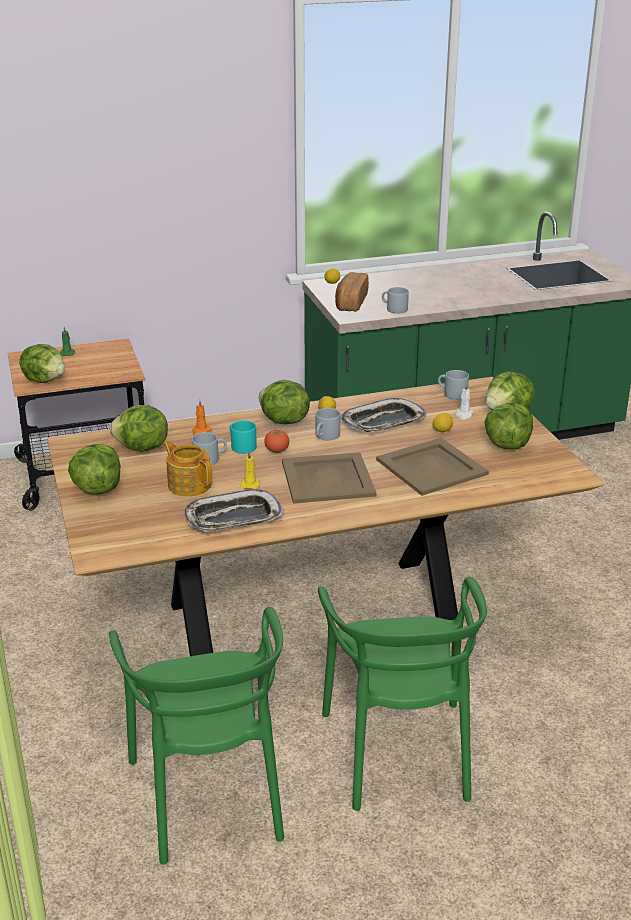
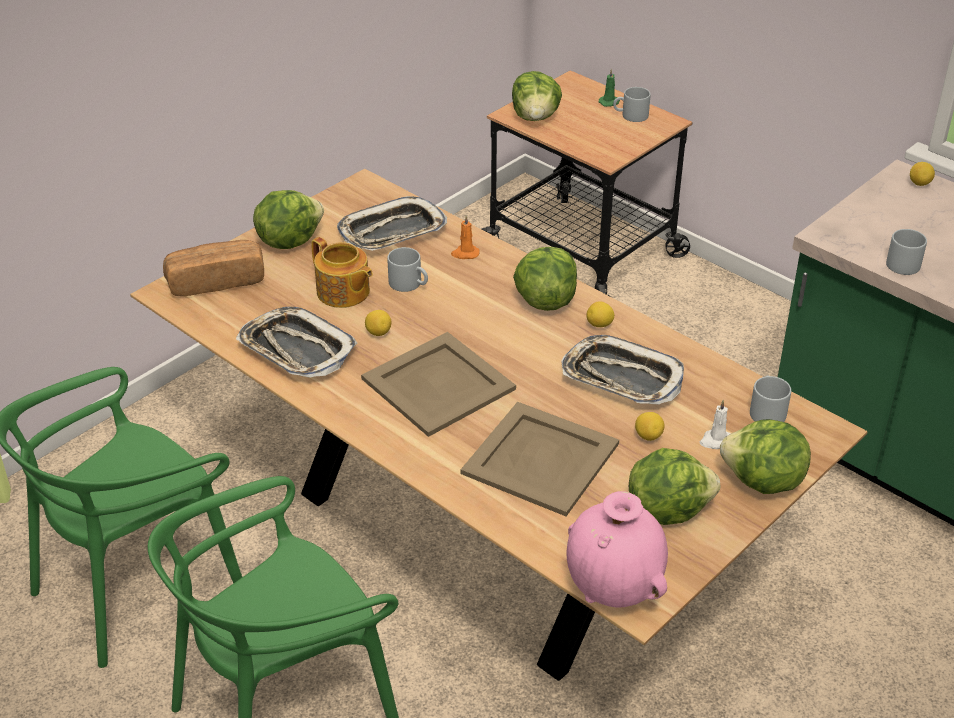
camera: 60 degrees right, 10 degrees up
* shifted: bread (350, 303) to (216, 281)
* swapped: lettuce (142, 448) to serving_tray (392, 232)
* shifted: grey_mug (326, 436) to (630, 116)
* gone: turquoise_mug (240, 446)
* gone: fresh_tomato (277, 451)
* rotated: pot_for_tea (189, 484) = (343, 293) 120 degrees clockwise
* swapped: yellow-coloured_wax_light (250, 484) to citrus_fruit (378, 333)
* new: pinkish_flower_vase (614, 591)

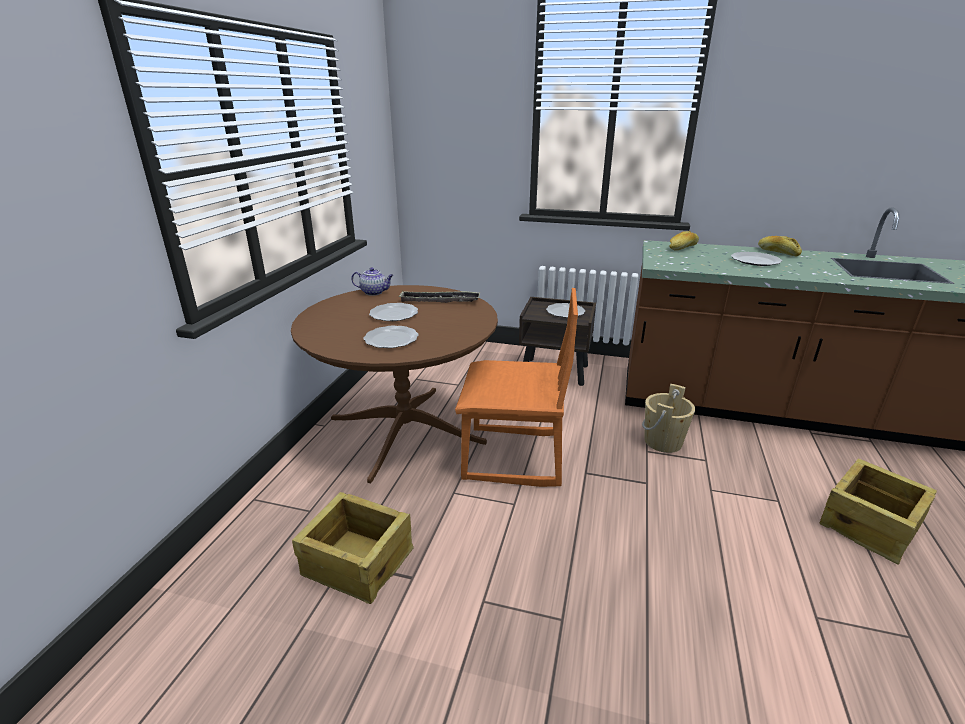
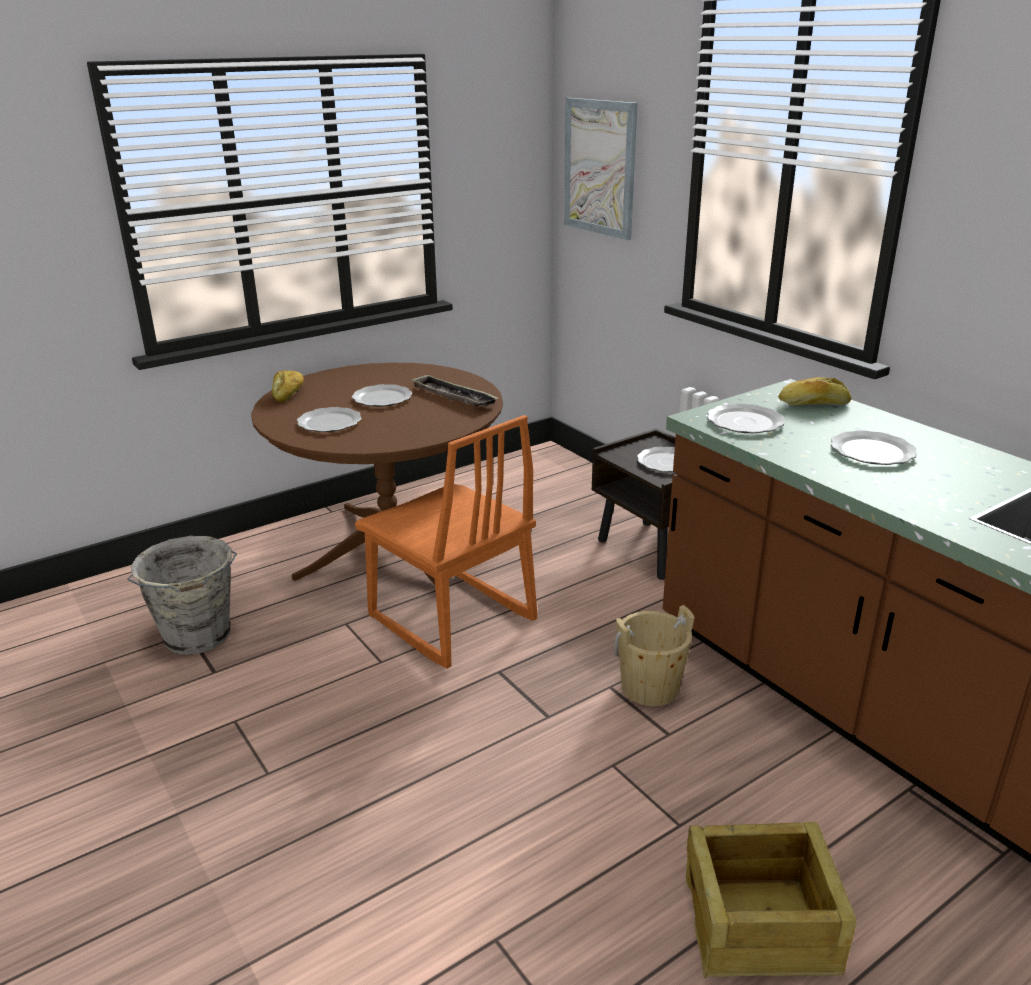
camera: 40 degrees right, 0 degrees up
* shifted: bread (777, 252) to (289, 394)
* gone: pot_for_tea (374, 292)
* swapped: crate (357, 561) to grey_bucket (198, 637)
* new: wall_art (599, 167)
* new: flat_dish (743, 422)

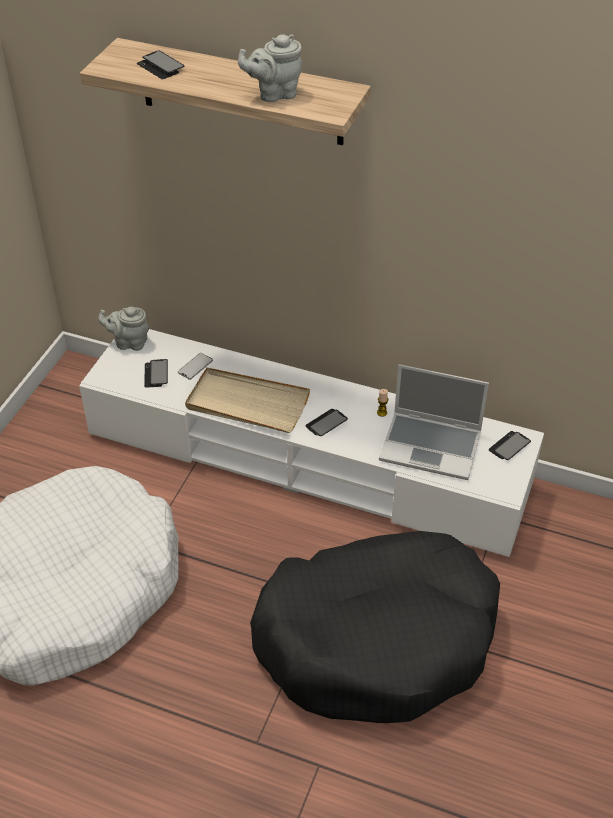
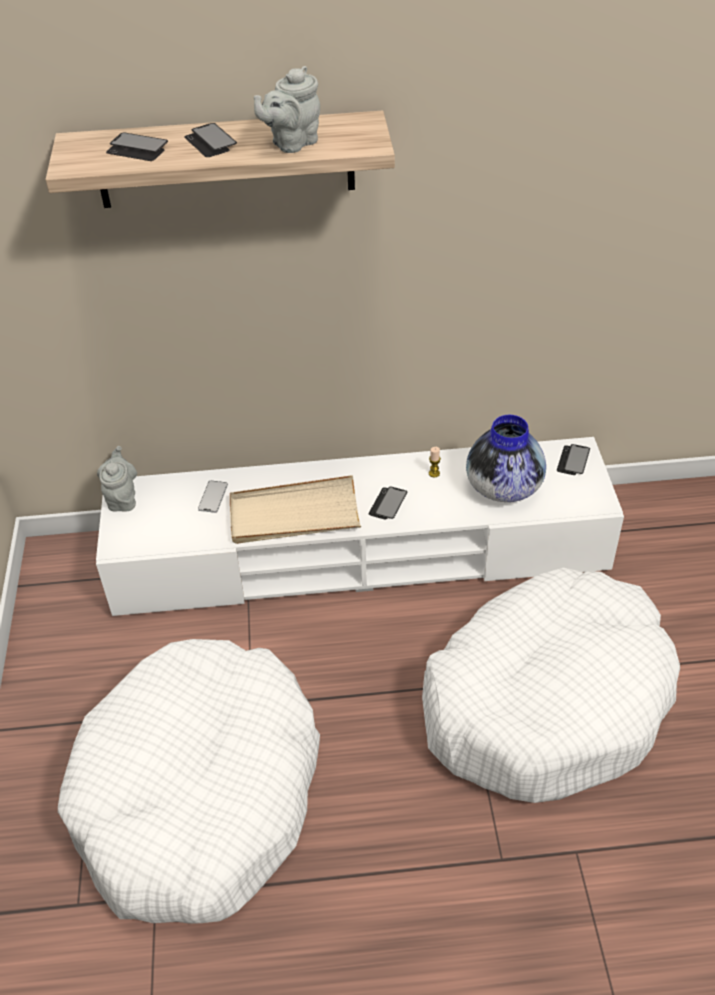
camera: 25 degrees left, 0 degrees up
* rotated: grey_pot_for_tea (129, 342) = (122, 498) 105 degrees clockwise
* shifted: handset (156, 374) to (210, 142)
* swapped: laptop (432, 446) to flower_vase (503, 487)
* repainted: black-coloured_pet_bed (377, 639) to white-coloured_pet_bed (546, 700)

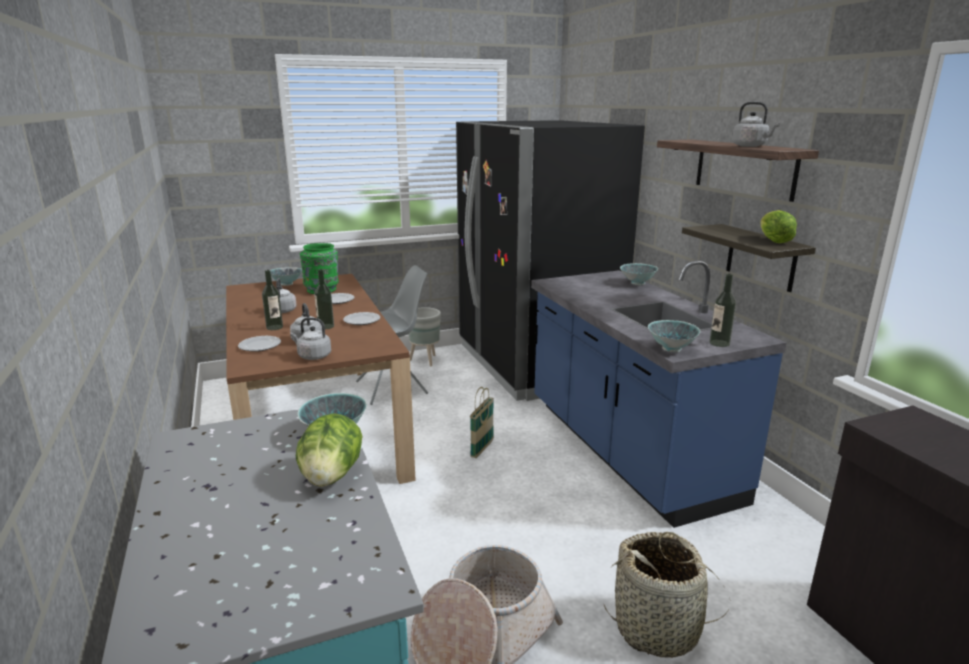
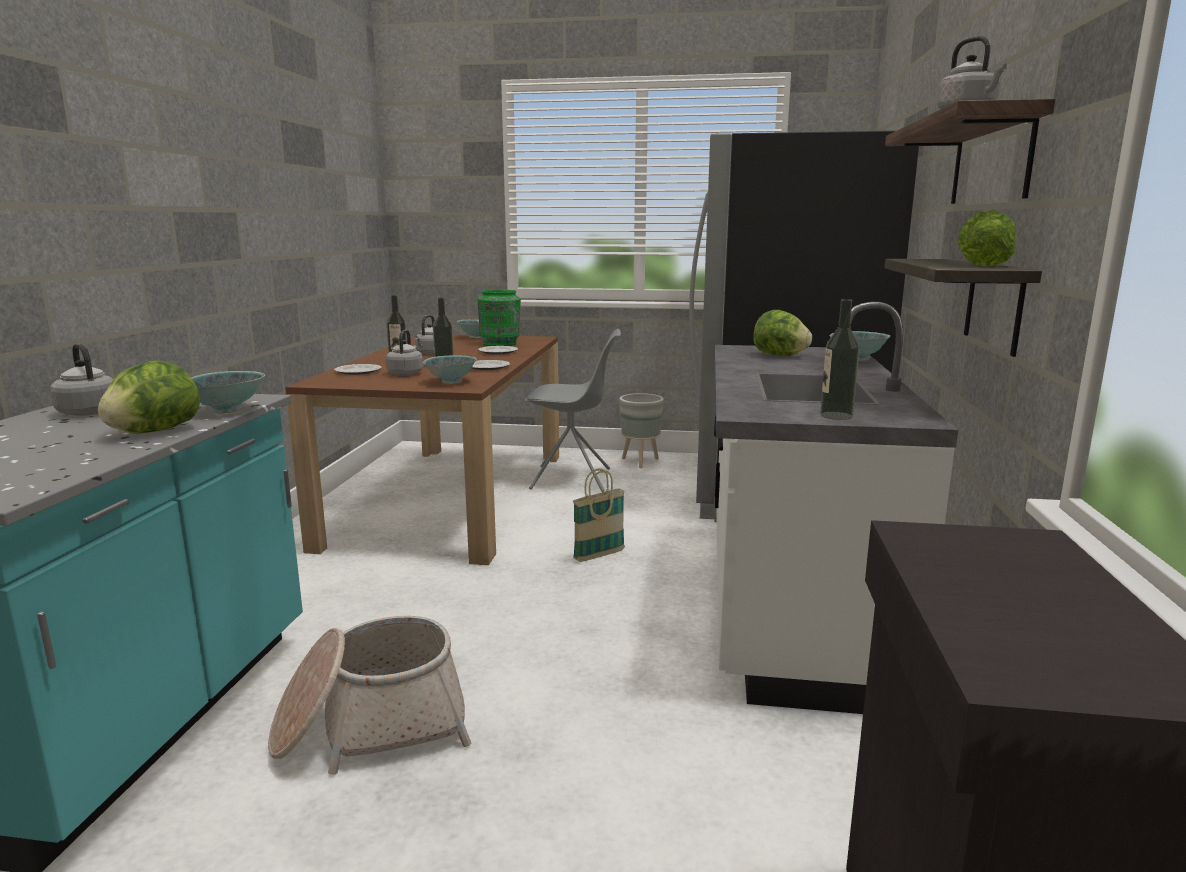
camera: 30 degrees right, 5 degrees down
* repainted: blue-coloured_kitchen_counter (626, 450) to white-coloured_kitchen_counter (788, 603)
* shifted: grey_tea_kettle (313, 356) to (87, 412)
* shifted: serving_bowl (671, 349) to (451, 382)
* gone: household_basket (658, 628)
* new: lettuce (779, 355)

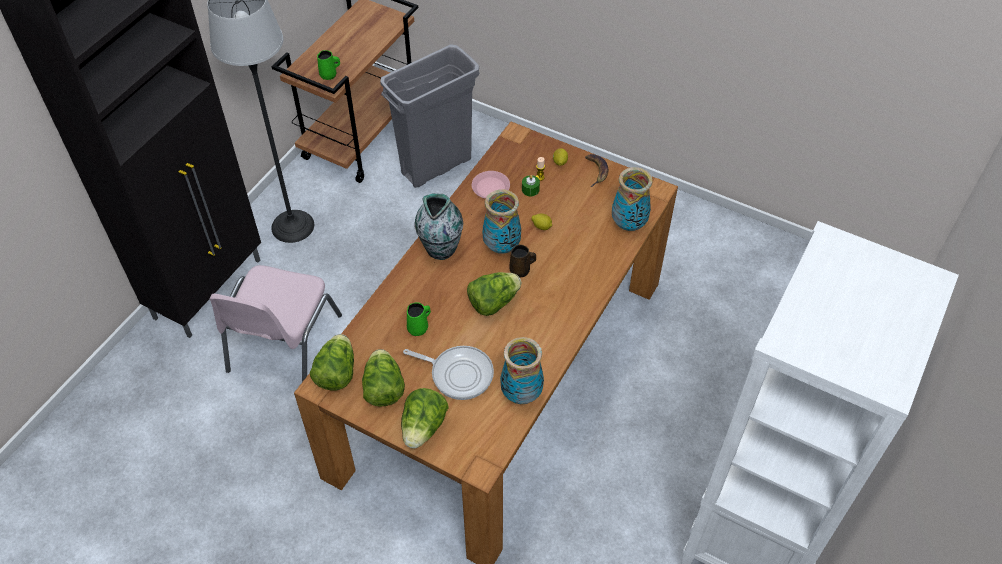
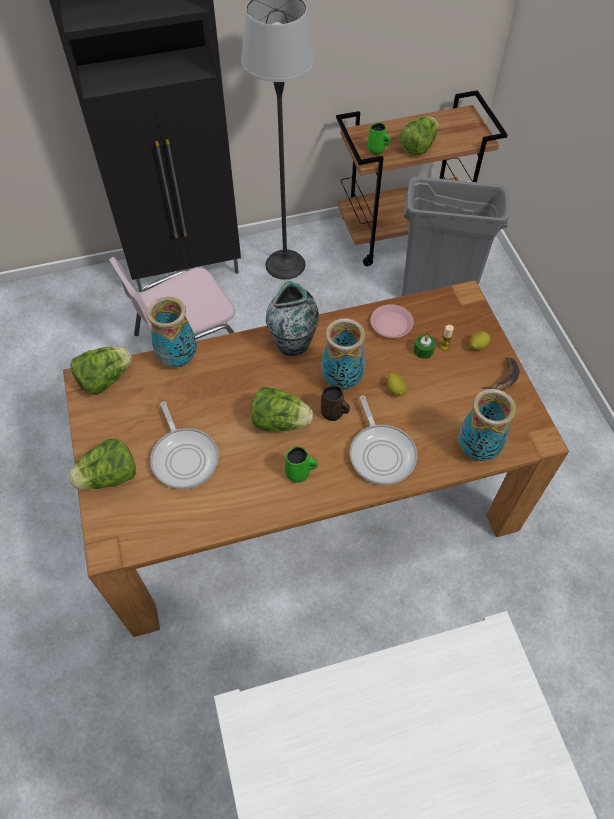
camera: 45 degrees right, 5 degrees up
* shifted: greenish_mug (418, 328) to (299, 473)
* shifted: flower_vase (521, 393) to (178, 358)
* shifted: lettuce (383, 388) to (418, 147)
* new: skillet (381, 453)

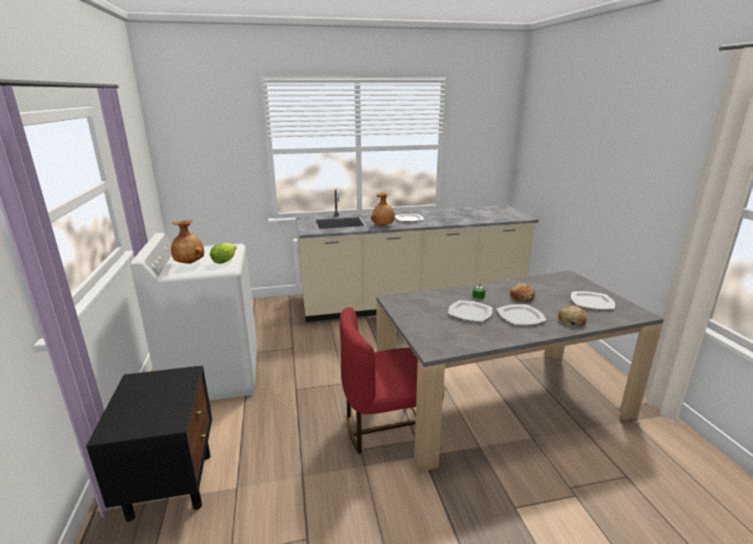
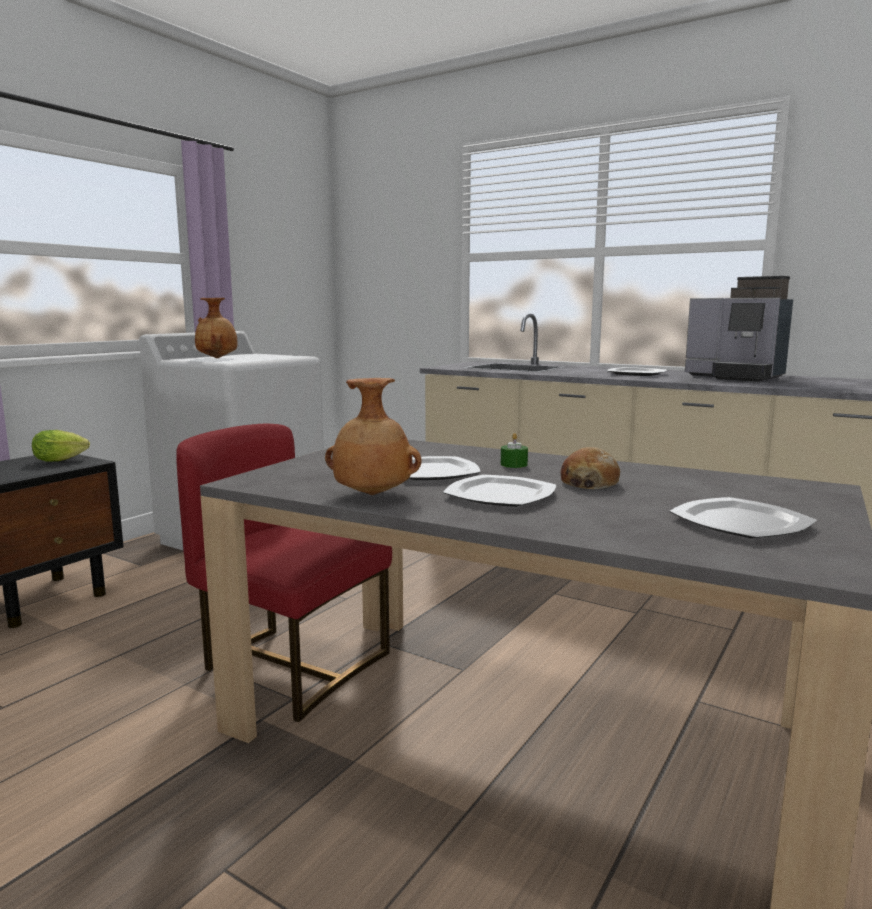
camera: 45 degrees right, 10 degrees down
* shifted: brownish_flower_vase (383, 226) to (372, 495)
* shifted: lettuce (225, 260) to (63, 460)
* gone: bread (571, 321)
* new: coffee_maker (736, 377)

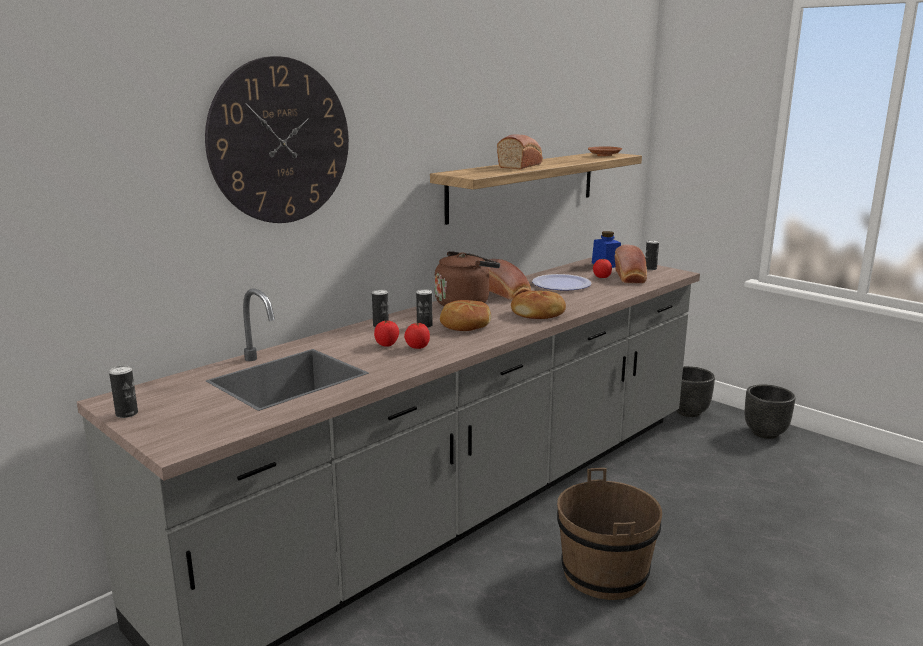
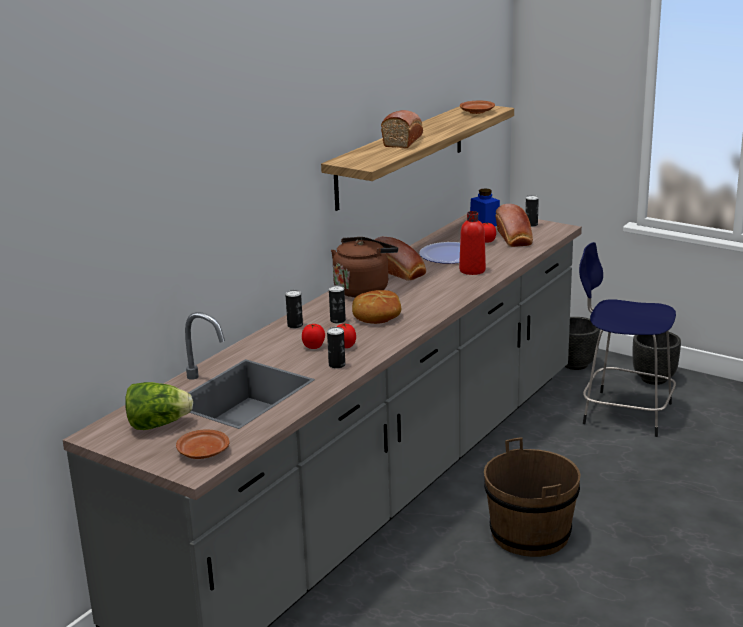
camera: 10 degrees left, 5 degrees up
* gone: hanging_clock (280, 141)
* gone: bread (539, 314)
* shifted: sealed_can (127, 413) to (337, 365)
* new: red-coloured_drink_bottle (472, 270)
* new: blue-coloured_stool (623, 412)
* new: lettuce (158, 425)
* new: brownish_flat_dish (202, 452)

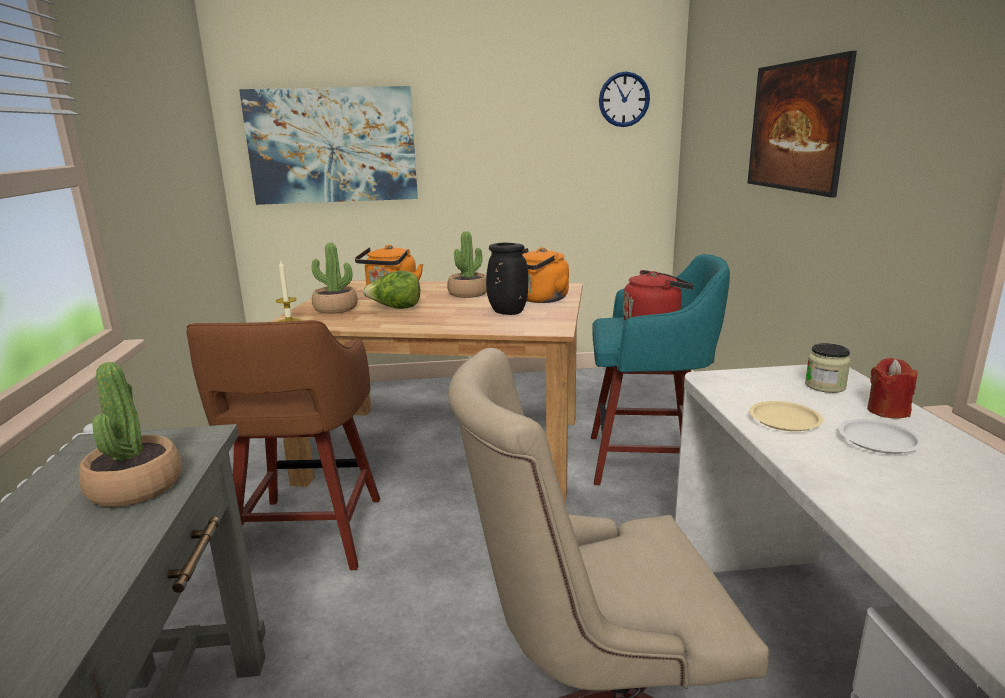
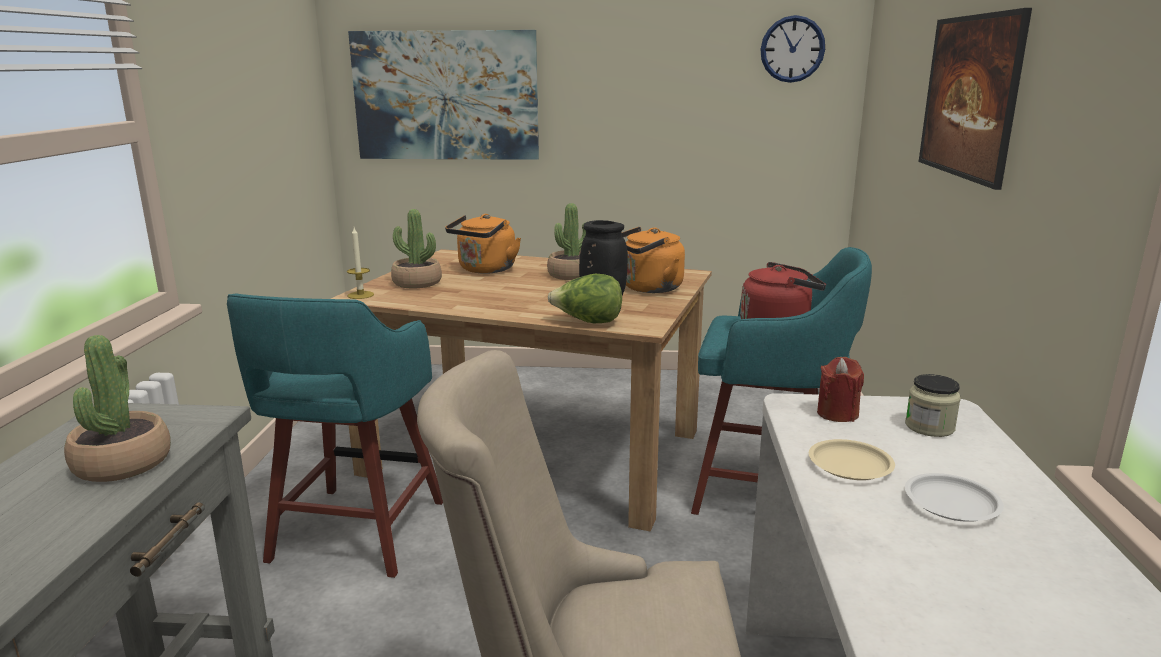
camera: 10 degrees right, 0 degrees up
* shifted: lettuce (395, 308) to (588, 322)
* repainted: brownish_stool (308, 536) to turquoise_stool (355, 533)
* shifted: red-coloured_wax_light (887, 411) to (837, 414)

